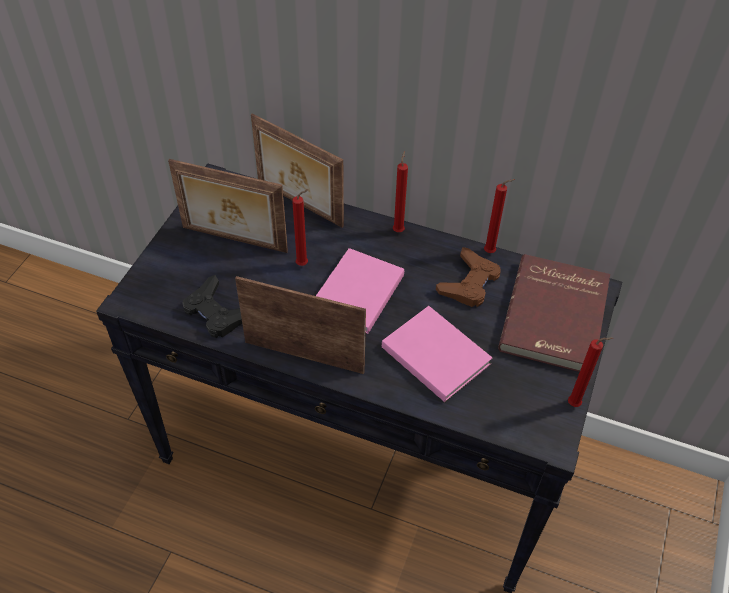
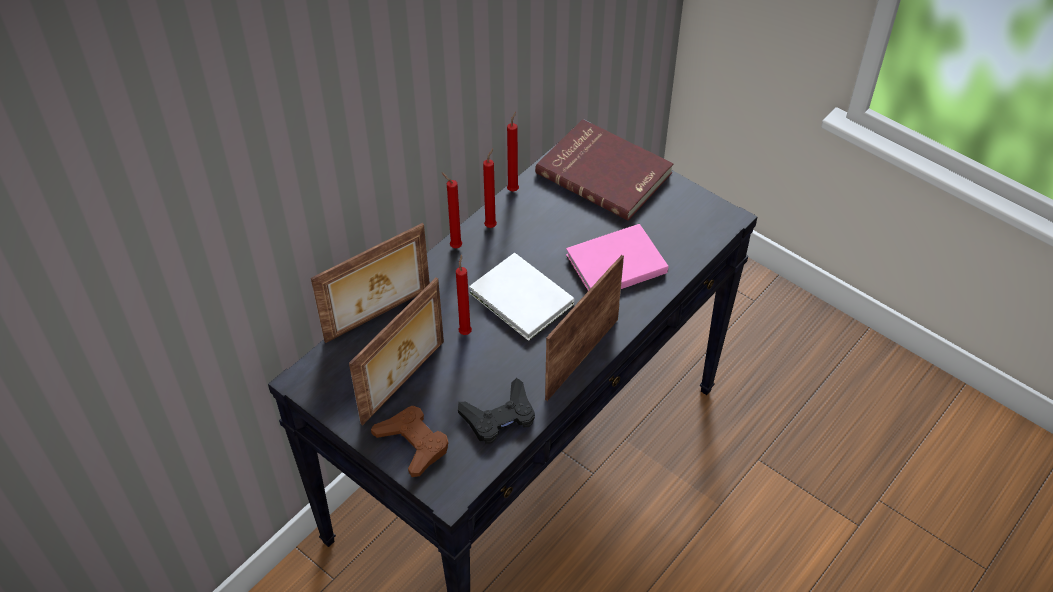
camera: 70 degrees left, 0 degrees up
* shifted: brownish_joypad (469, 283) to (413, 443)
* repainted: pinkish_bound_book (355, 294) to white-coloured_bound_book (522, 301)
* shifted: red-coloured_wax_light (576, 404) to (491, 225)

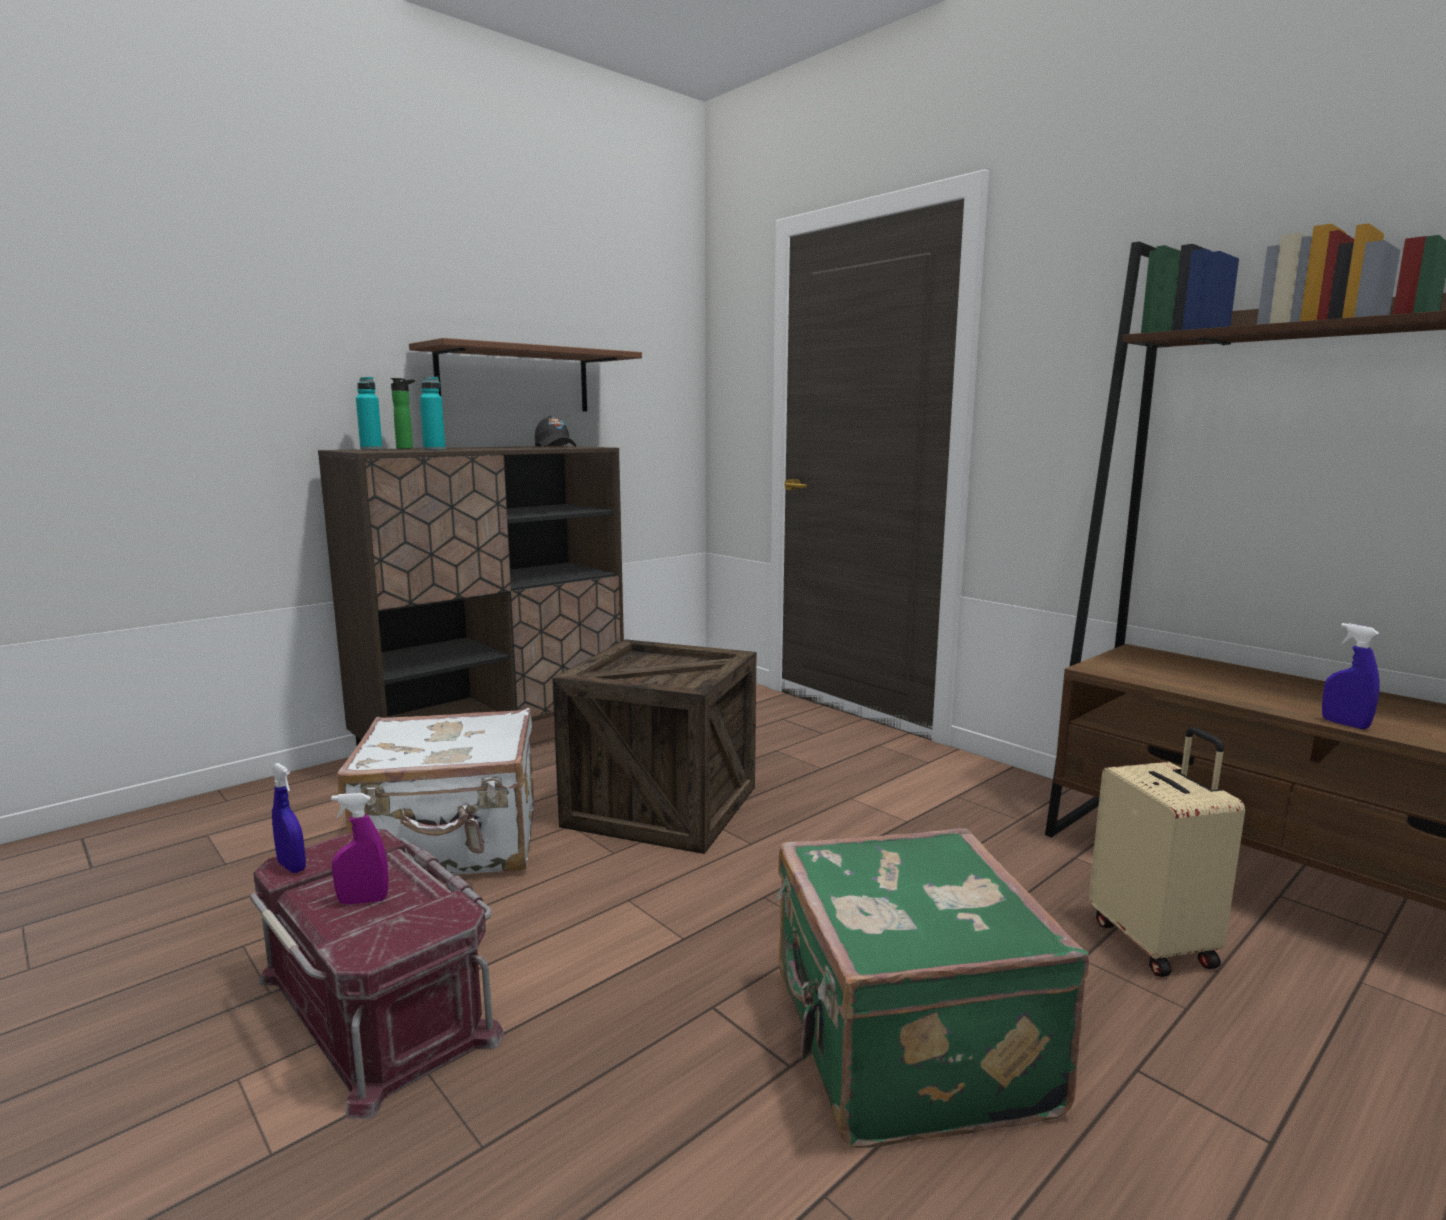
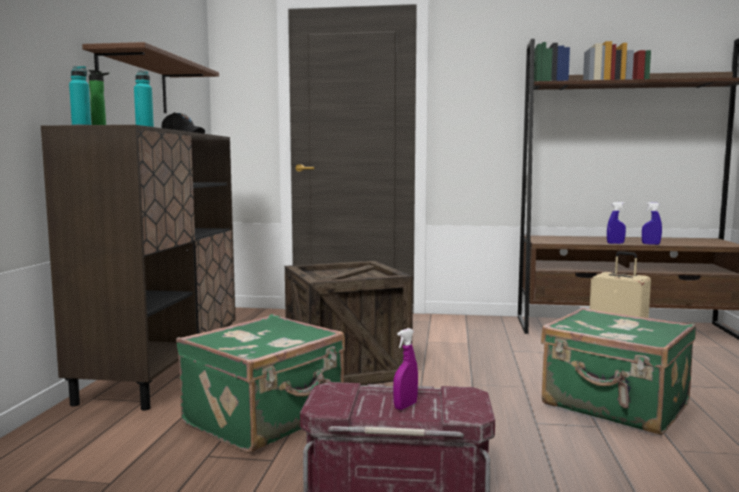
camera: 40 degrees left, 5 degrees down
* repainted: white-coloured_travel_case (453, 846) to greenish_travel_case (266, 419)
* shifted: blue-coloured_spray_bottle (292, 867) to (615, 243)

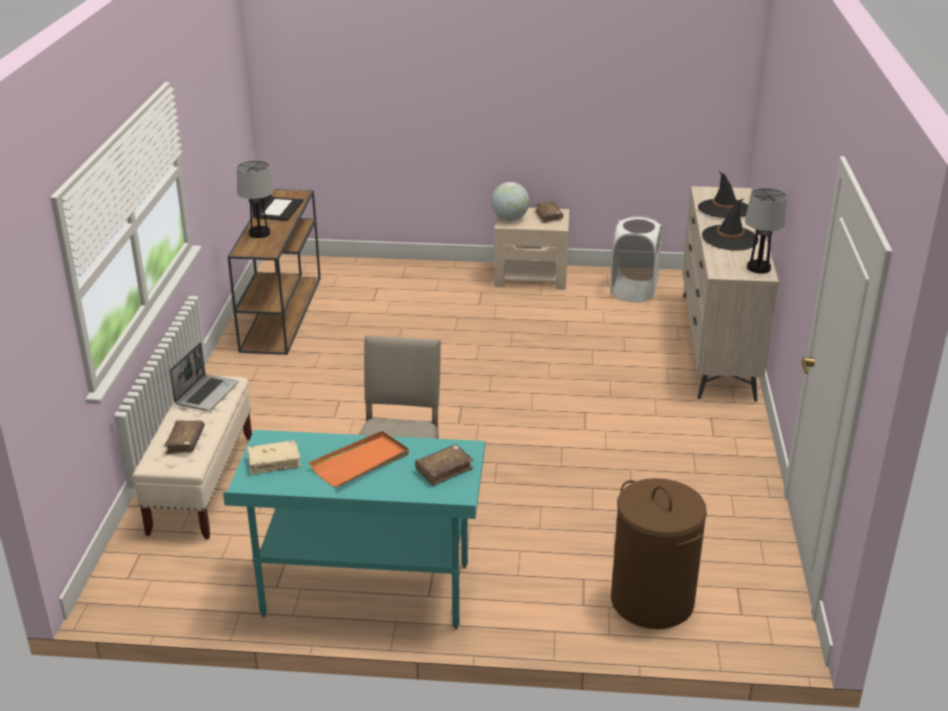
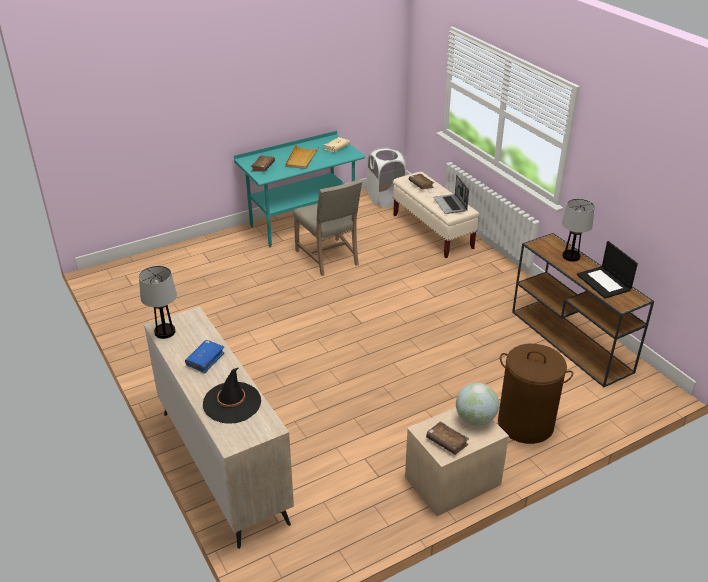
camera: 145 degrees right, 5 degrees up
* swapped: black-coloured_wearable_hat (730, 238) to blue-coloured_bound_book (205, 360)
* shifted: white-coloured_laundry_basket (633, 291) to (385, 199)
* repainted: orange-coloured_serving_tray (361, 462) to beige-coloured_serving_tray (301, 158)
* shifted: brownish_laundry_basket (651, 601) to (525, 424)

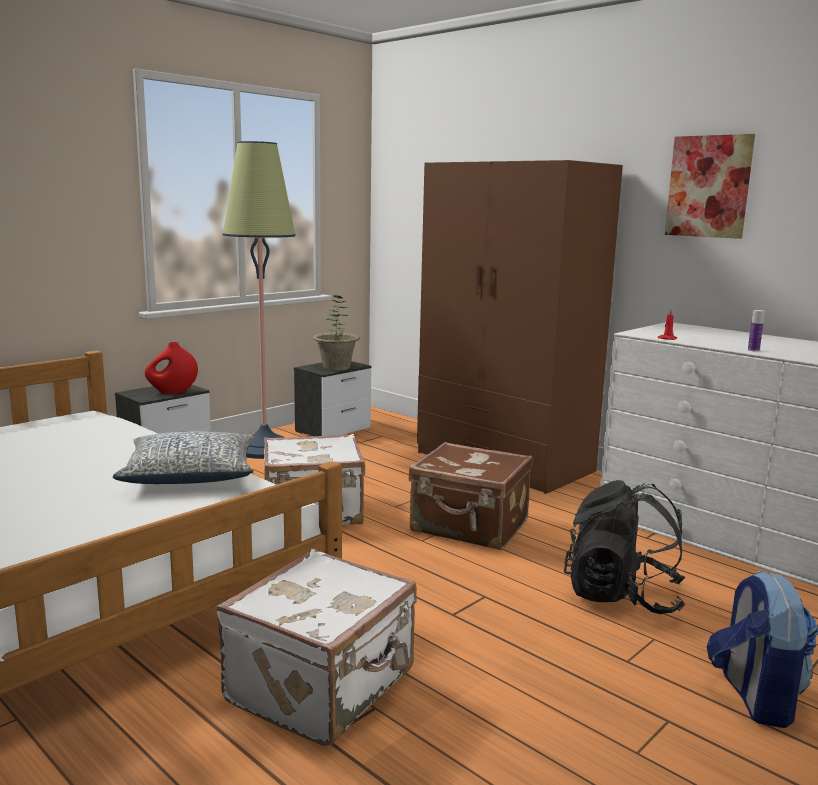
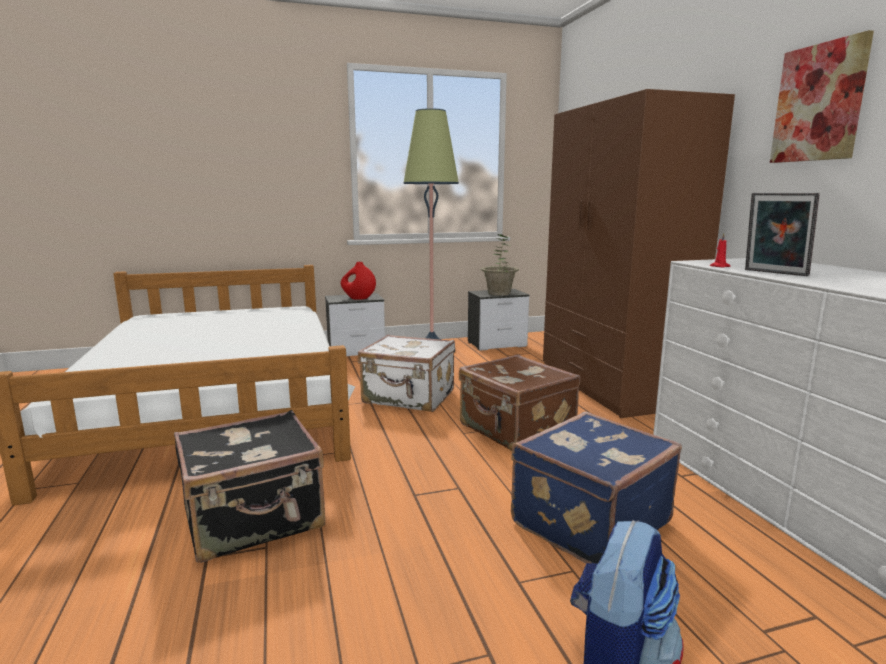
camera: 30 degrees right, 0 degrees up
* gone: drink_bottle (753, 350)
* gone: pillow (191, 475)
* swapped: black-coloured_backpack (622, 596) to blue-coloured_travel_case (587, 522)
* repainted: white-coloured_travel_case (324, 687) to black-coloured_travel_case (254, 520)
* new: picture_frame (774, 273)

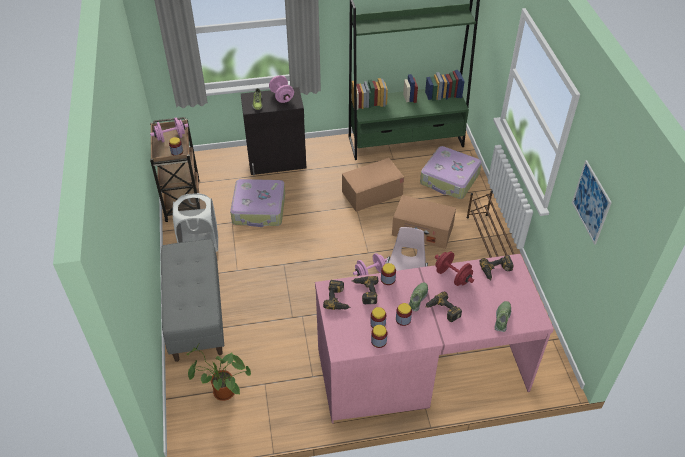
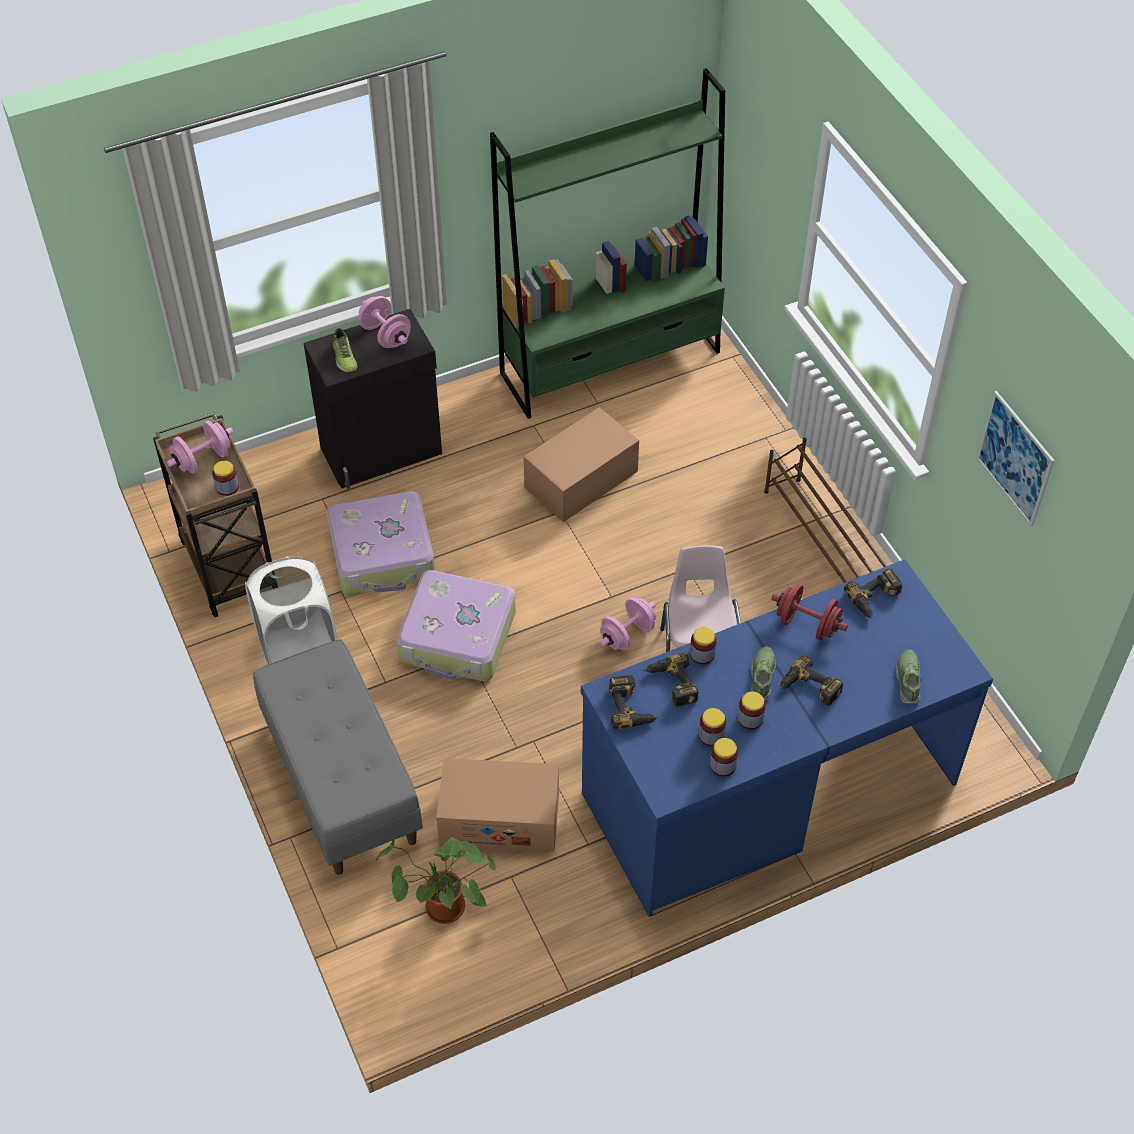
camera: 15 degrees left, 5 degrees up
* shifted: travel_case (449, 179) to (458, 637)
* shifted: carton (422, 230) to (499, 818)
* repainted: pinkish_desk_table (421, 368) to blue-coloured_desk_table (767, 786)

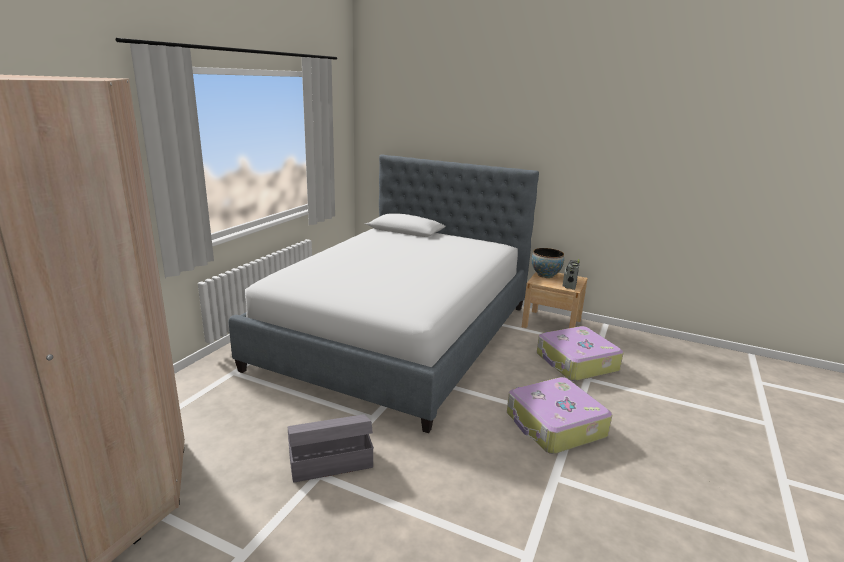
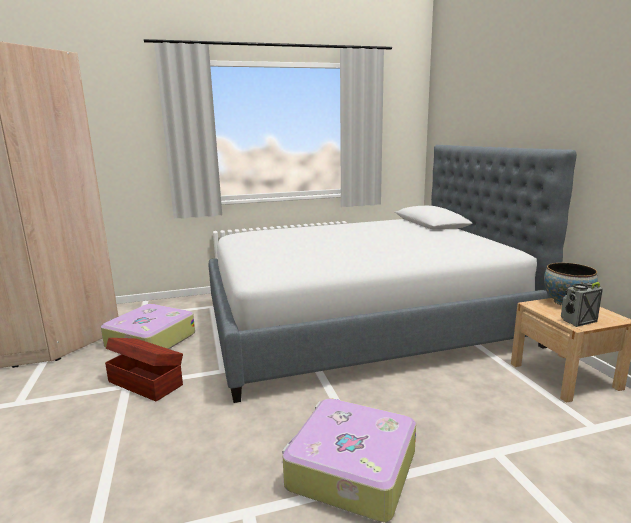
camera: 50 degrees right, 5 degrees down
* shifted: travel_case (576, 363) to (149, 340)
* repainted: grey_storage_bin (330, 462) to brownish_storage_bin (146, 382)

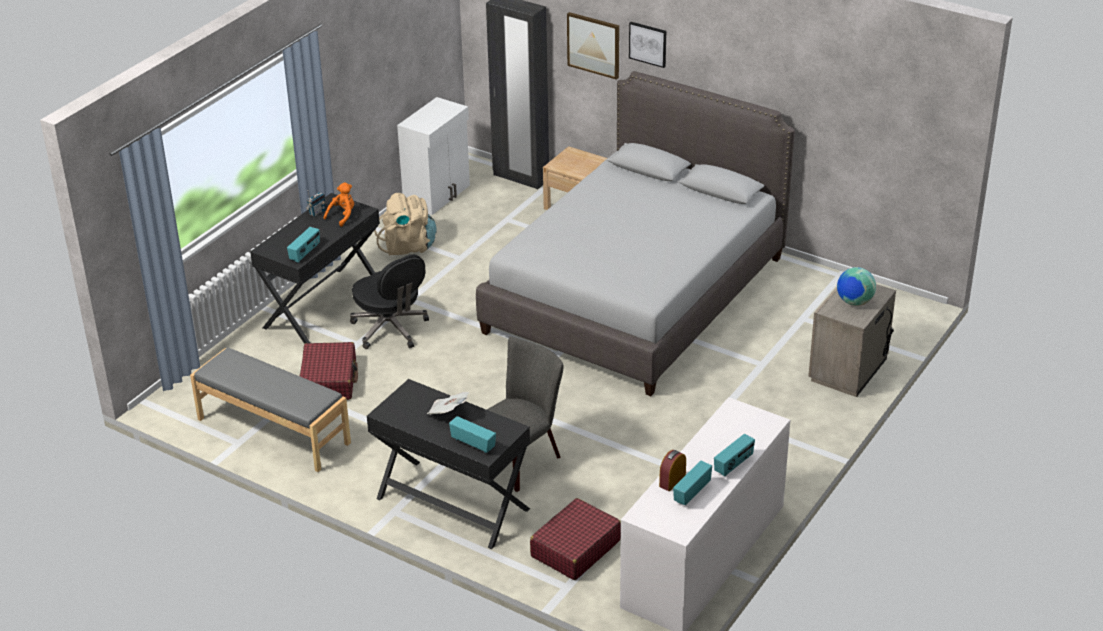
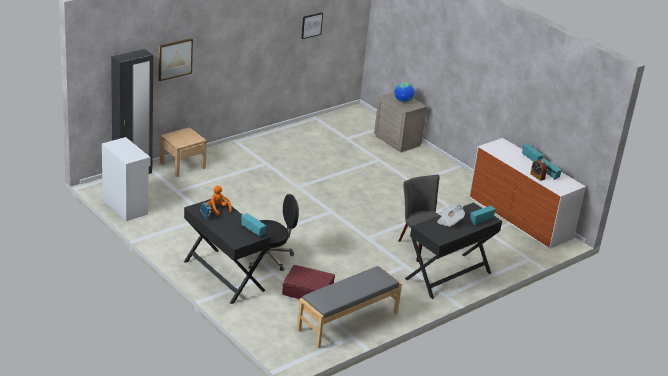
camera: 75 degrees left, 5 degrees down
* shifted: wall_art (648, 44) to (311, 25)
* gone: grey_sleeping_bed (636, 294)
* gone: beige-coloured_backpack (408, 246)
* gone: red-coloured_travel_case (575, 548)

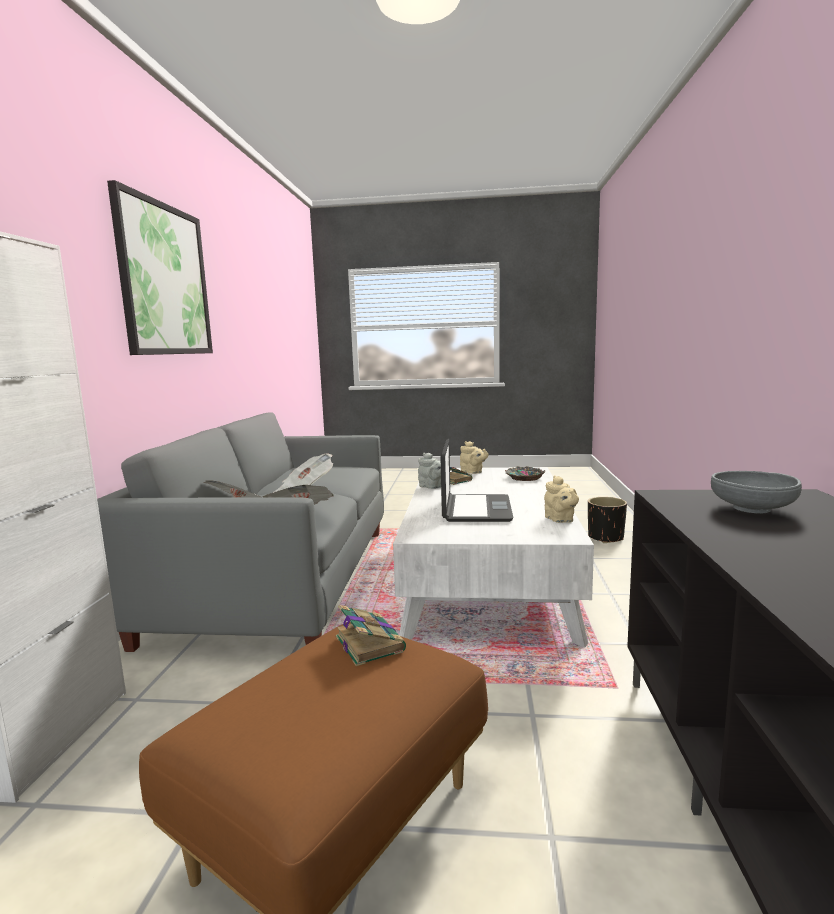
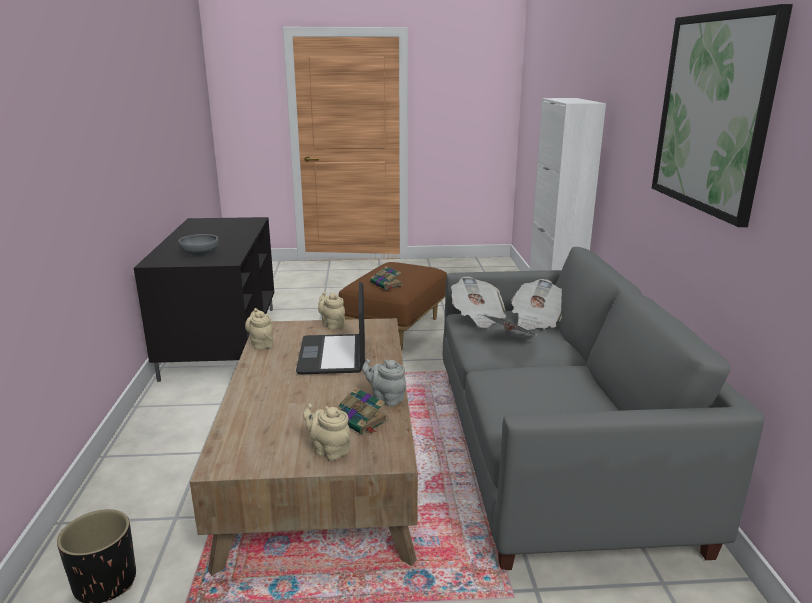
camera: 170 degrees right, 10 degrees up
* gone: serving_bowl (524, 478)
* repainted: white-coloured_lounge_table (488, 579) to brownish_lounge_table (322, 466)
* new: beige-coloured_pot_for_tea (332, 324)

